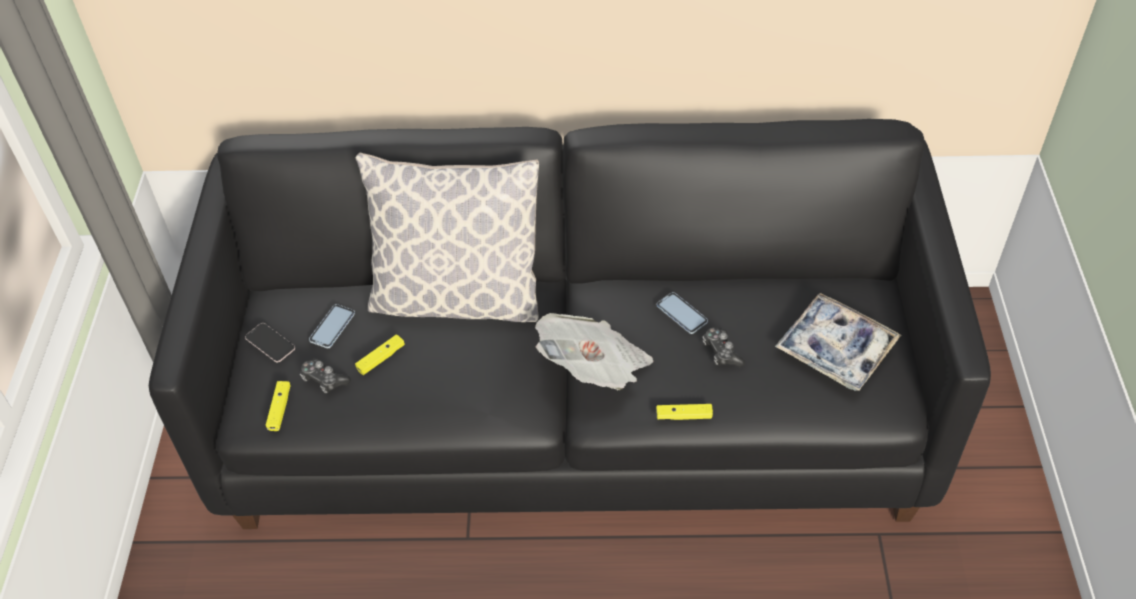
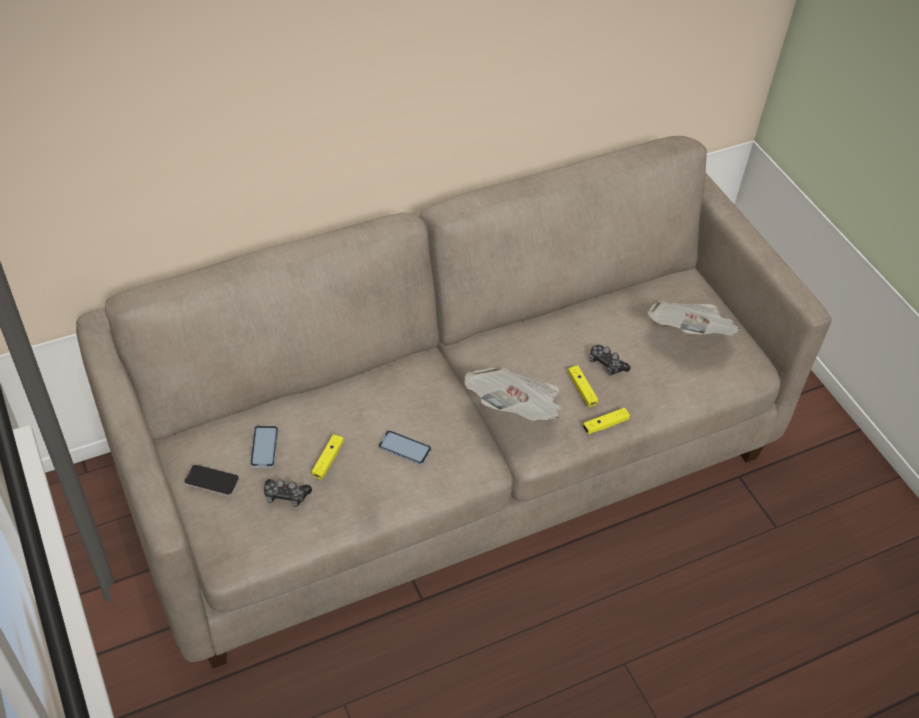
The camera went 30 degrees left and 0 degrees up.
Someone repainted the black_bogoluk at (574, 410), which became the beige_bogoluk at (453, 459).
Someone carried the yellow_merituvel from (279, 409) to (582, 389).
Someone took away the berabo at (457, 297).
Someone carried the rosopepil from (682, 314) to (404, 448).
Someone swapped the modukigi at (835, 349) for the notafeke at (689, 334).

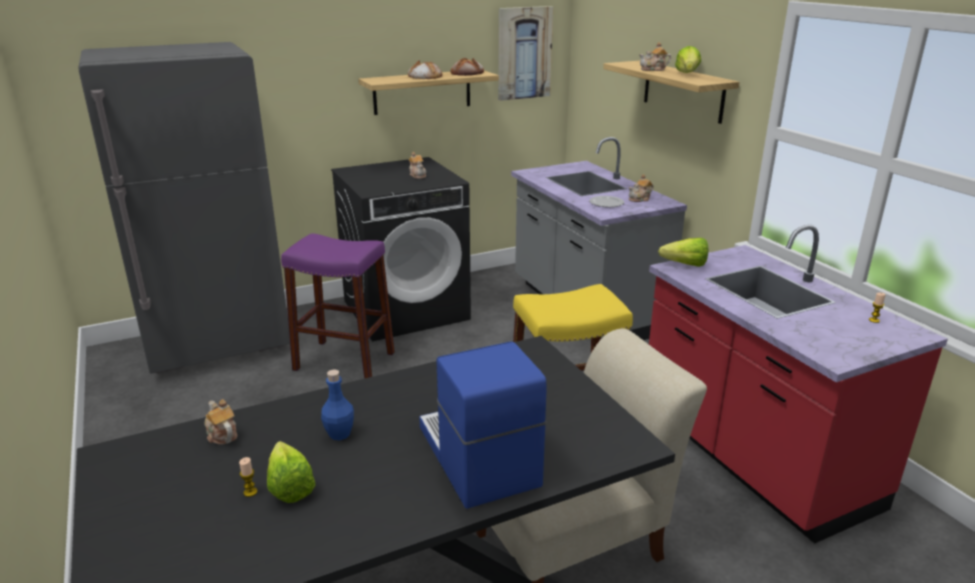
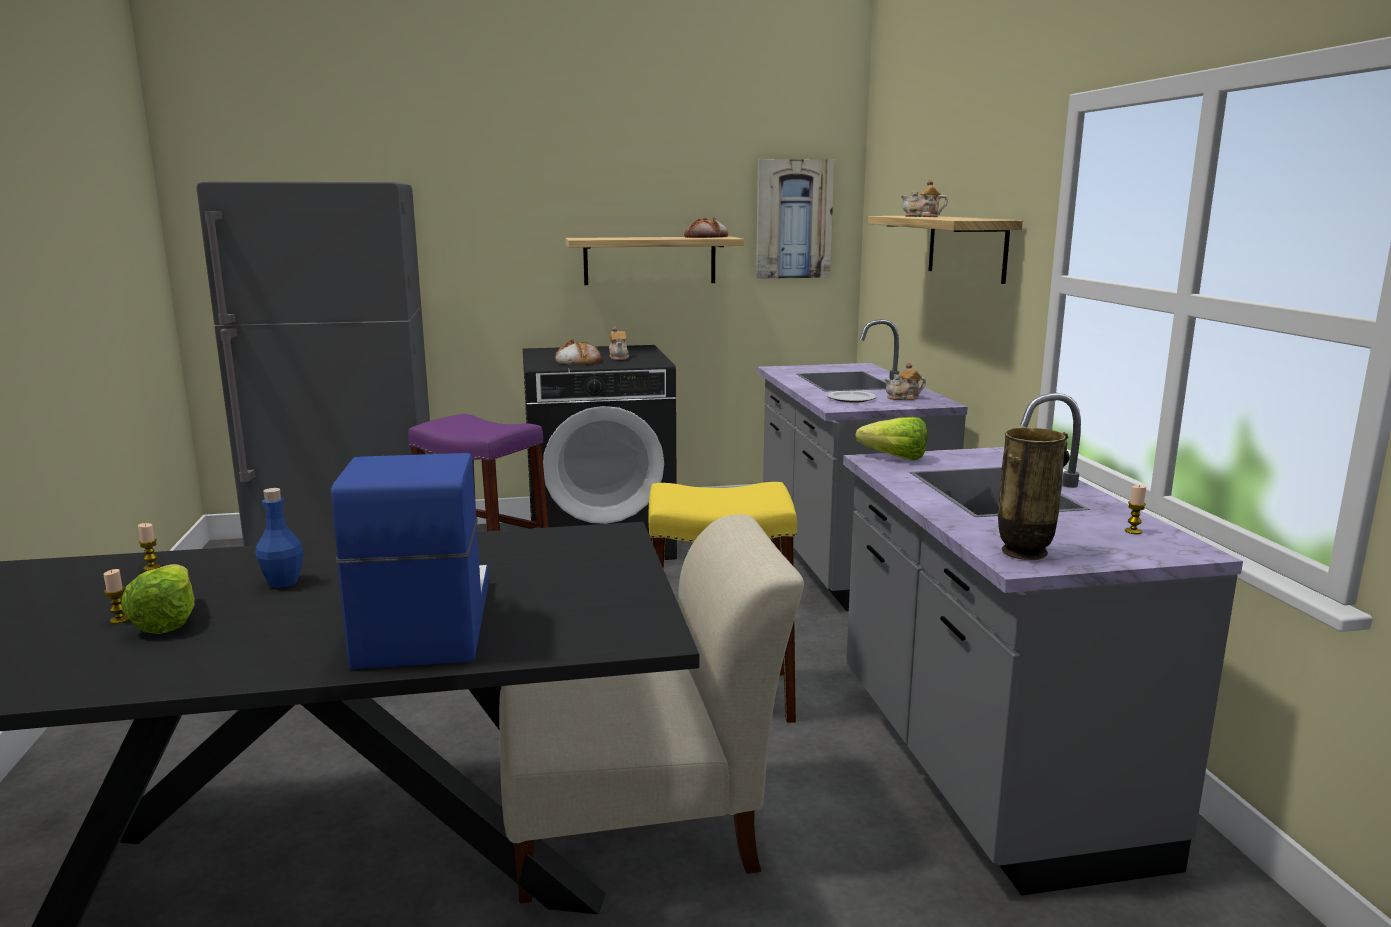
The camera went 15 degrees right and 10 degrees down.
Someone swapped the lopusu at (221, 434) for the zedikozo at (152, 567).
Someone carried the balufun from (424, 76) to (577, 361).
Someone repainted the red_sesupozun at (752, 458), which became the grey_sesupozun at (984, 768).
Someone took away the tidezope at (687, 74).
Someone put down the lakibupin at (1024, 553).

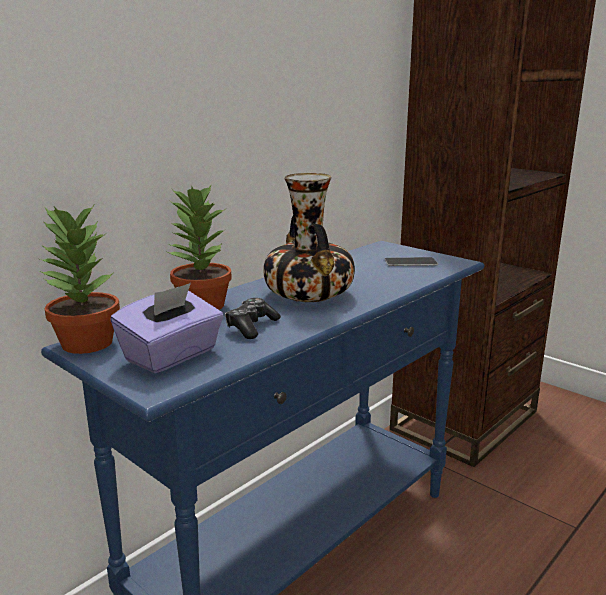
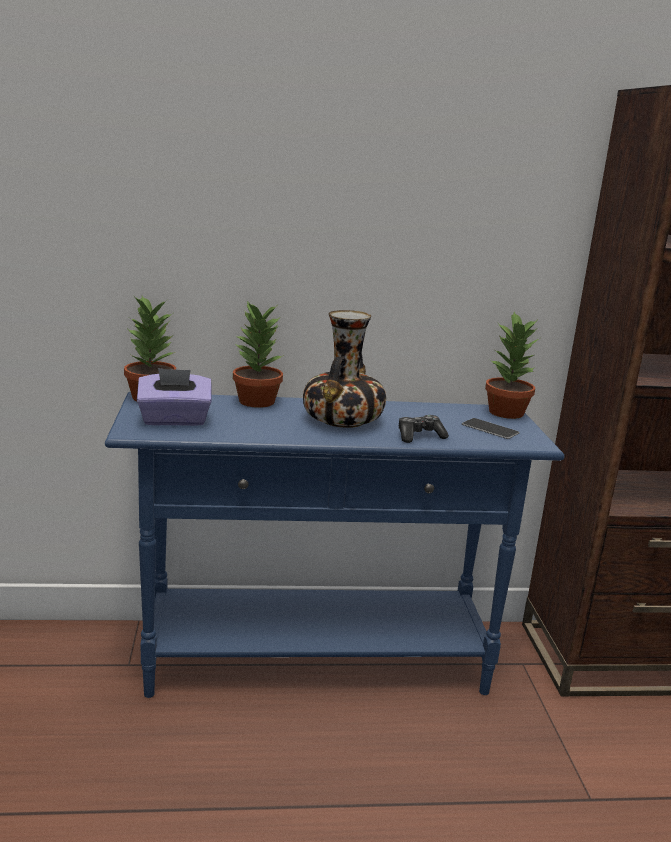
The camera went 40 degrees right and 0 degrees up.
Someone carried the merituvel from (251, 327) to (419, 436).
Someone put down the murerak at (506, 412).

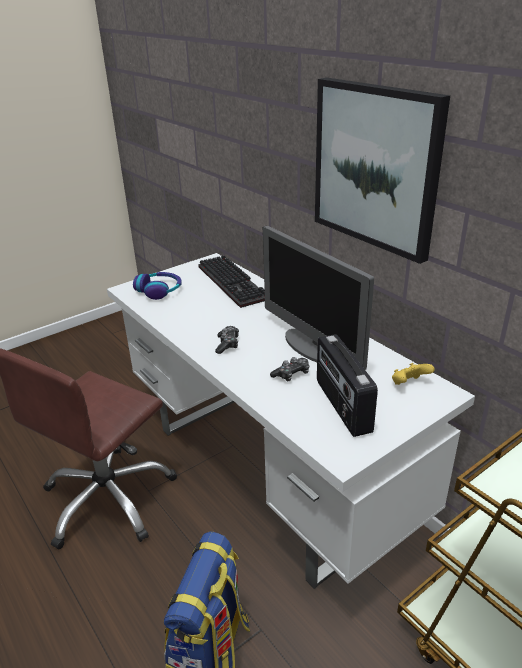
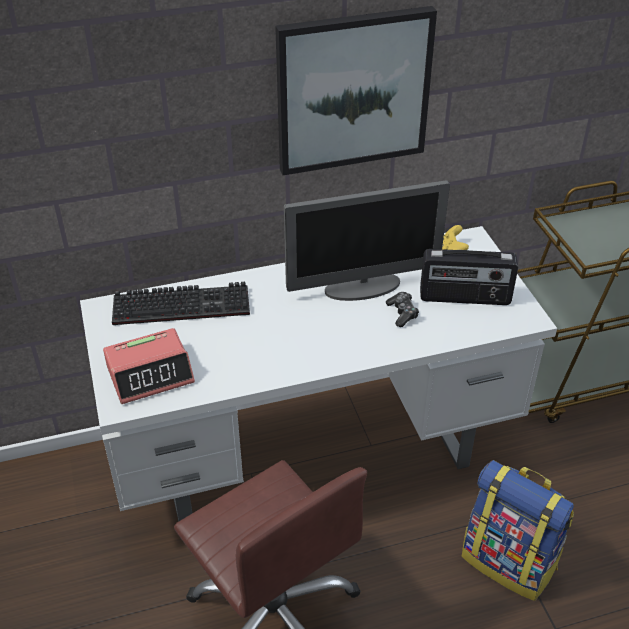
The camera went 70 degrees left and 10 degrees up.
Someone swapped the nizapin at (159, 290) for the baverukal at (150, 374).
Someone took away the merituvel at (227, 344).

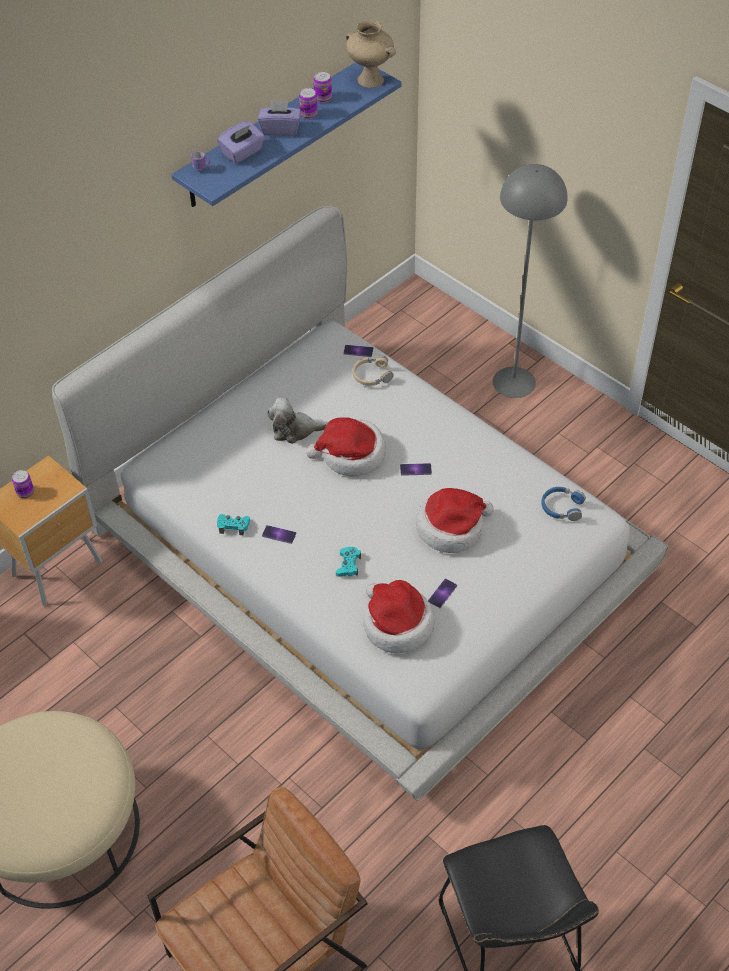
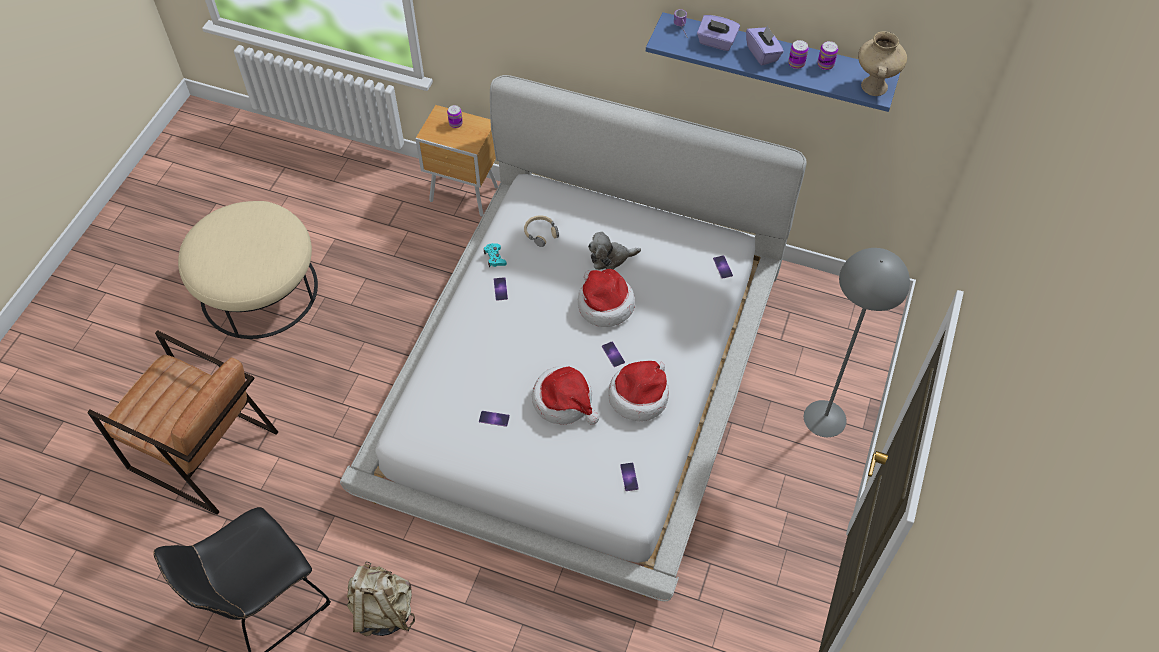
The camera went 65 degrees right and 5 degrees up.
Someone rotated the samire at (295, 430) by 75 degrees counterclockwise.
Someone took away the turquoise_merituvel at (348, 565).
Someone carried the beige_nizapin from (372, 375) to (541, 233).
Someone carried the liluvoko from (396, 624) to (639, 395).
Someone swapped the blue_nizapin at (562, 507) for the rosopepil at (629, 477).
Someone put down the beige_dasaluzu at (382, 610).

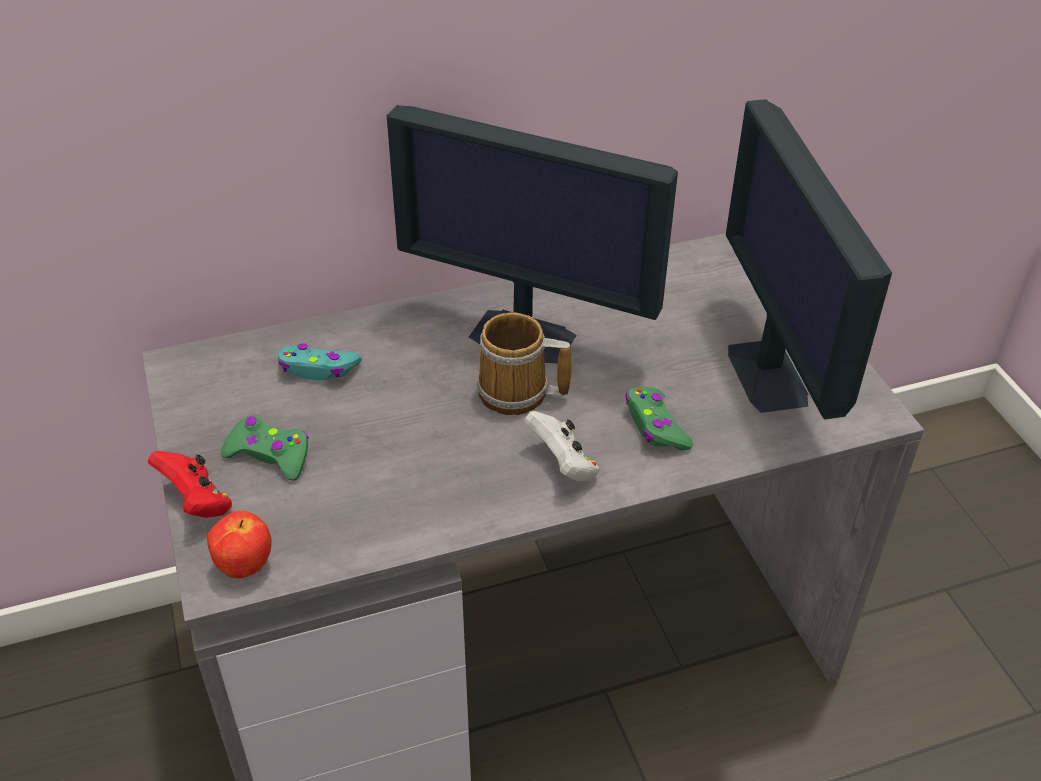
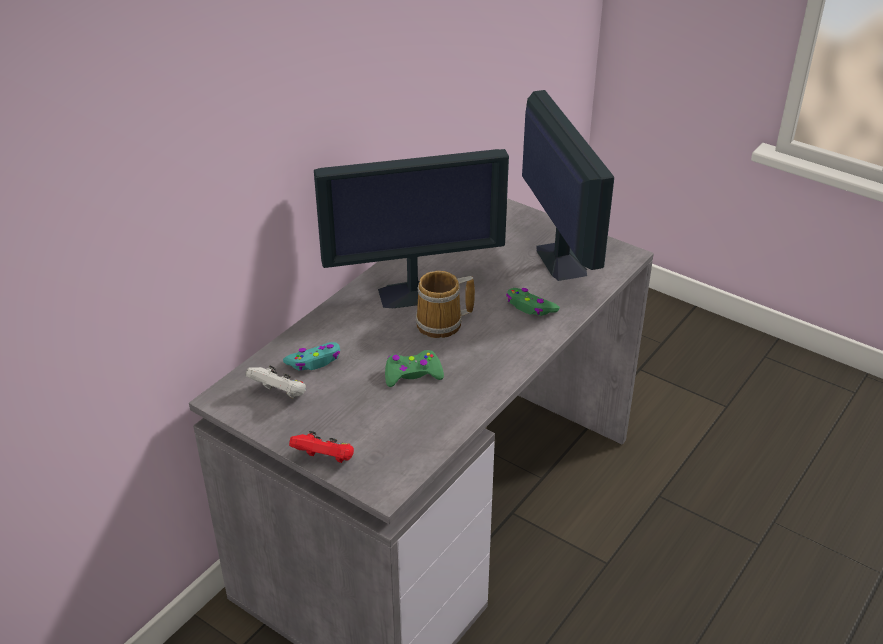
The camera went 35 degrees left and 5 degrees down.
Someone took away the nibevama at (245, 566).
Someone carried the green_merituvel from (270, 455) to (412, 374).
Someone carried the white_merituvel from (563, 465) to (280, 394).
Someone rotated the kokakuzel at (768, 376) by 150 degrees counterclockwise.

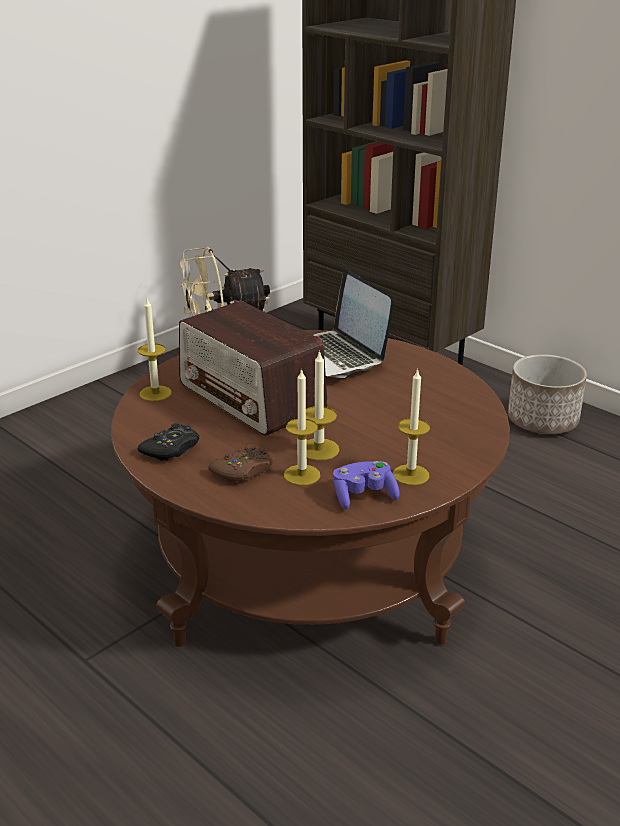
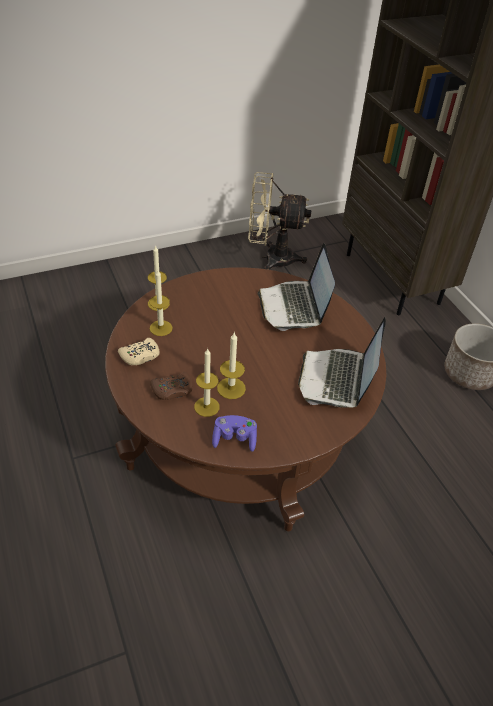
The camera went 20 degrees right and 15 degrees up.
Someone repainted the black_merituvel at (171, 449), which became the beige_merituvel at (140, 356).
Someone took away the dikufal at (252, 397).
Someone carried the zedikozo from (411, 475) to (161, 328).
Someone put down the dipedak at (337, 379).

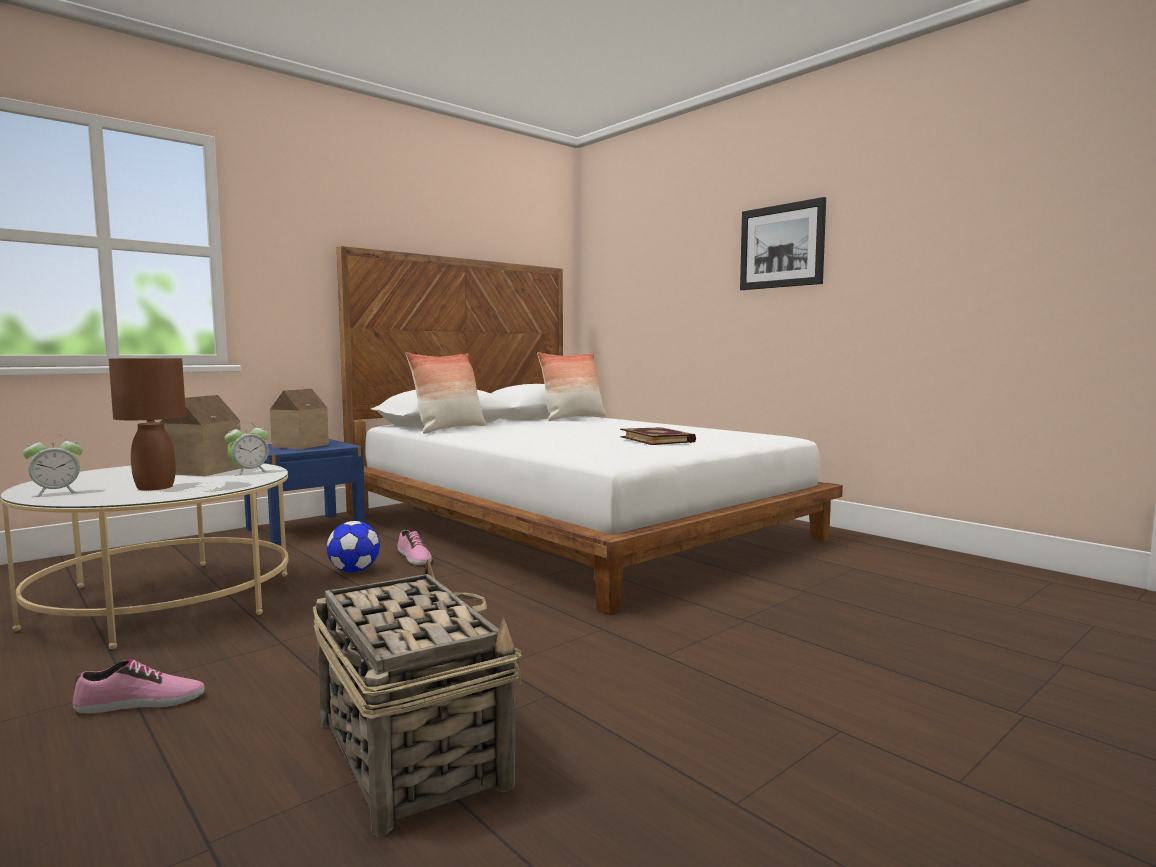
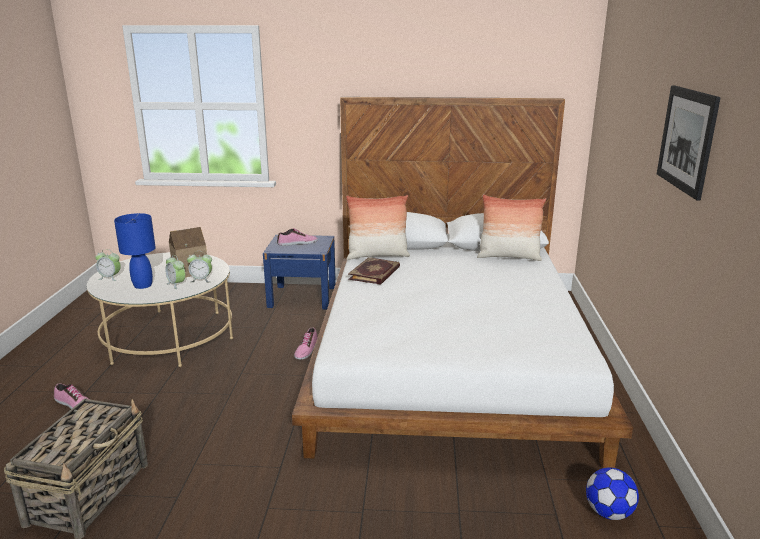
The camera went 45 degrees right and 15 degrees up.
Someone repainted the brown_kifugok at (154, 487), which became the blue_kifugok at (142, 285).
Someone swapped the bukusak at (298, 446) for the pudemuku at (297, 243).
Someone carried the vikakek from (354, 571) to (608, 512).
Someone carried the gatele from (657, 439) to (375, 273).
Someone put down the baverukal at (176, 284).

